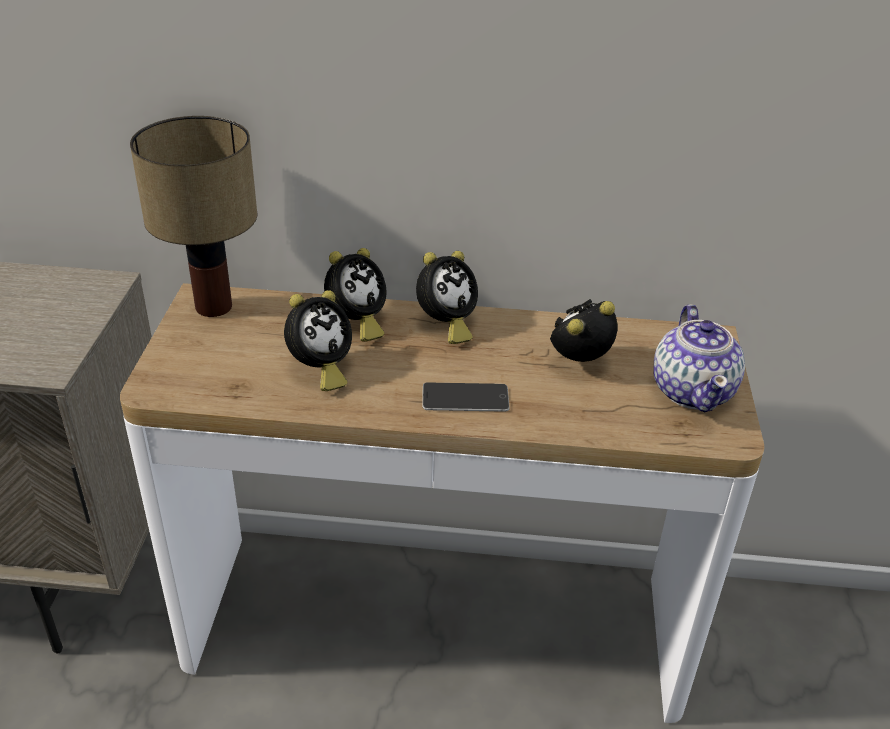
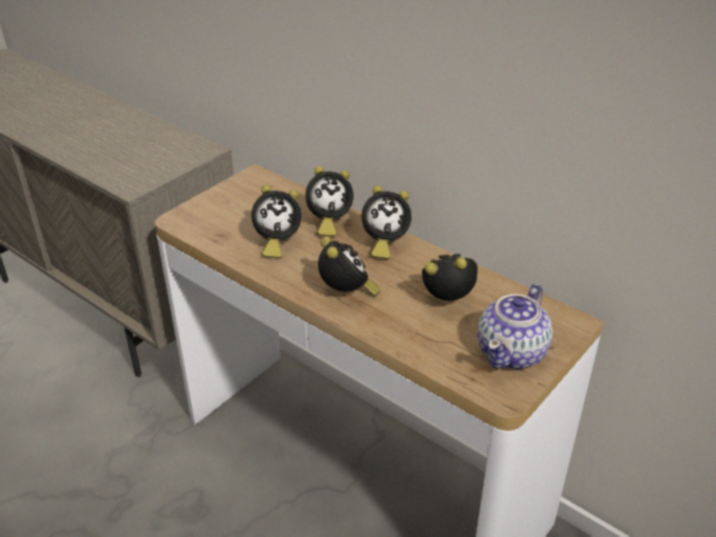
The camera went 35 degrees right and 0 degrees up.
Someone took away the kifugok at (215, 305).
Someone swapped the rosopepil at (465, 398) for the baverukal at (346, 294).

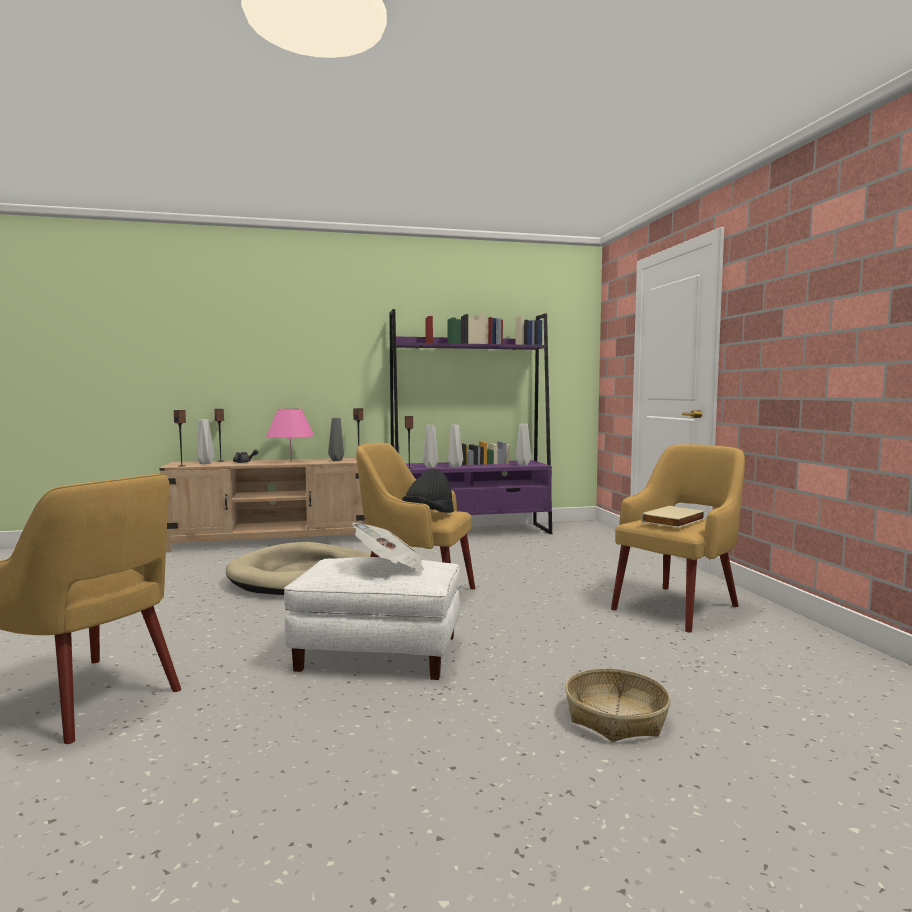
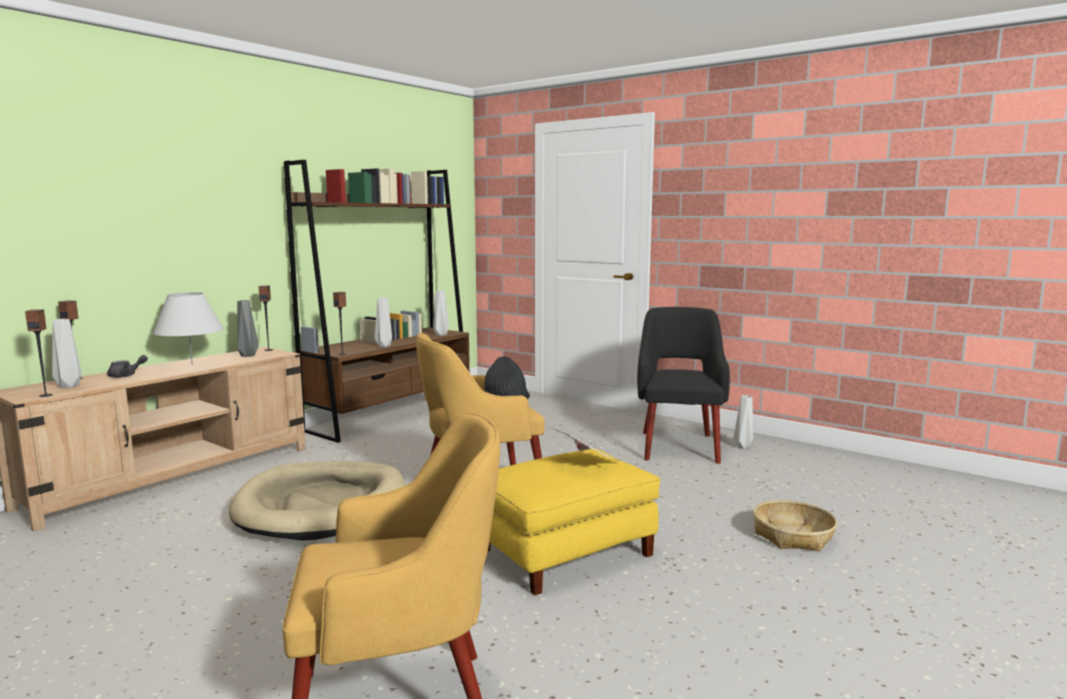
The camera went 40 degrees left and 5 degrees up.
Someone repainted the pink_kifugok at (291, 461), which became the white_kifugok at (192, 365).
Someone repainted the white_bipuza at (379, 652), which became the yellow_bipuza at (565, 552).
Someone repainted the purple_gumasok at (471, 532), which became the brown_gumasok at (392, 415).
Someone carried the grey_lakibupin from (430, 467) to (743, 447).
Someone repainted the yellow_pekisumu at (678, 606), which became the black_pekisumu at (679, 445).
Someone took away the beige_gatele at (674, 521).

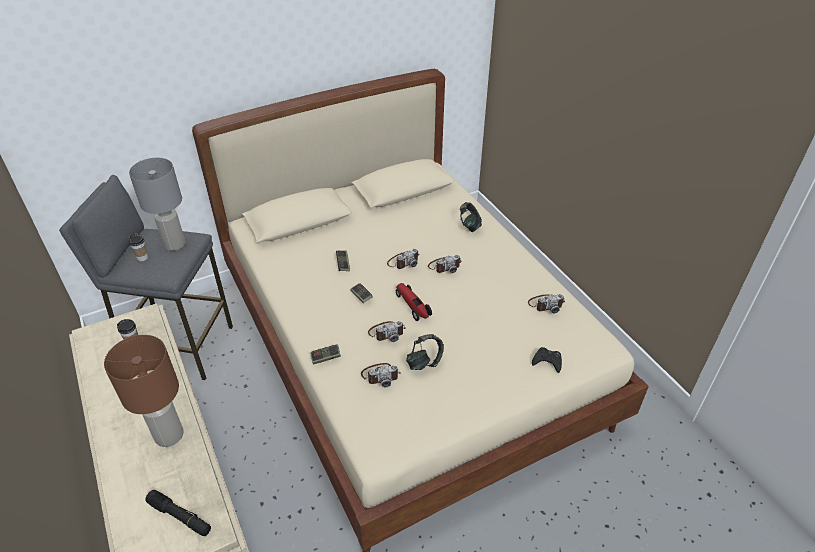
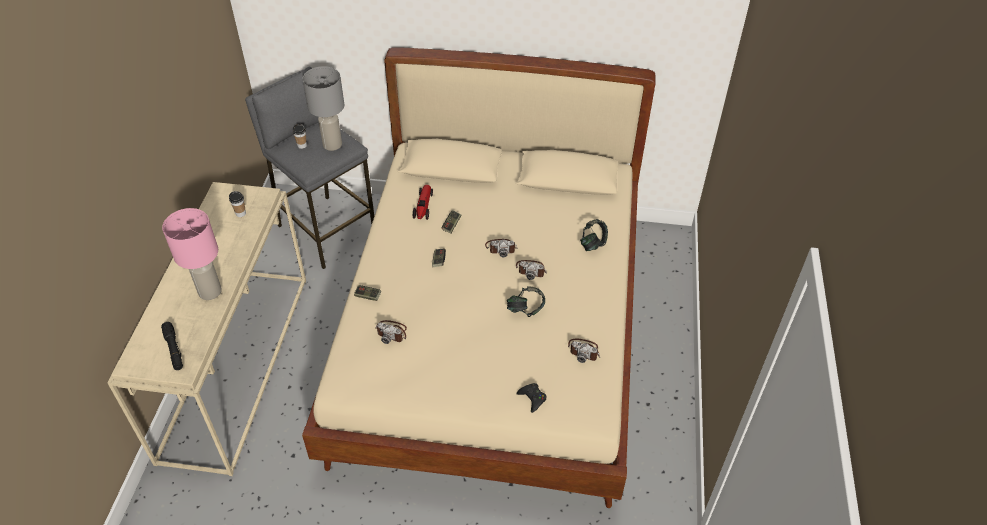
The camera went 35 degrees right and 5 degrees up.
Someone repainted the brown_kifugok at (169, 435), which became the pink_kifugok at (210, 292).
Someone took away the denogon at (386, 332).
Someone carried the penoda from (413, 306) to (423, 206).
Someone carried the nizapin from (424, 362) to (525, 309).

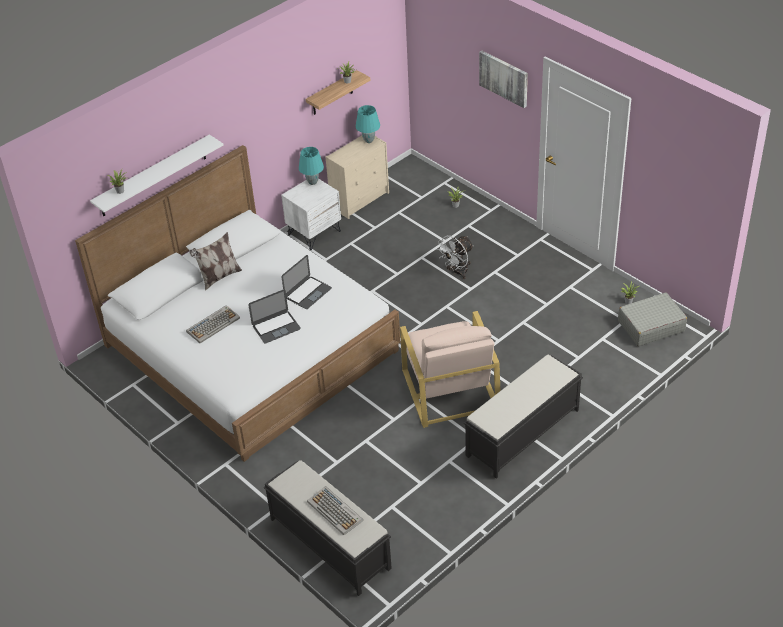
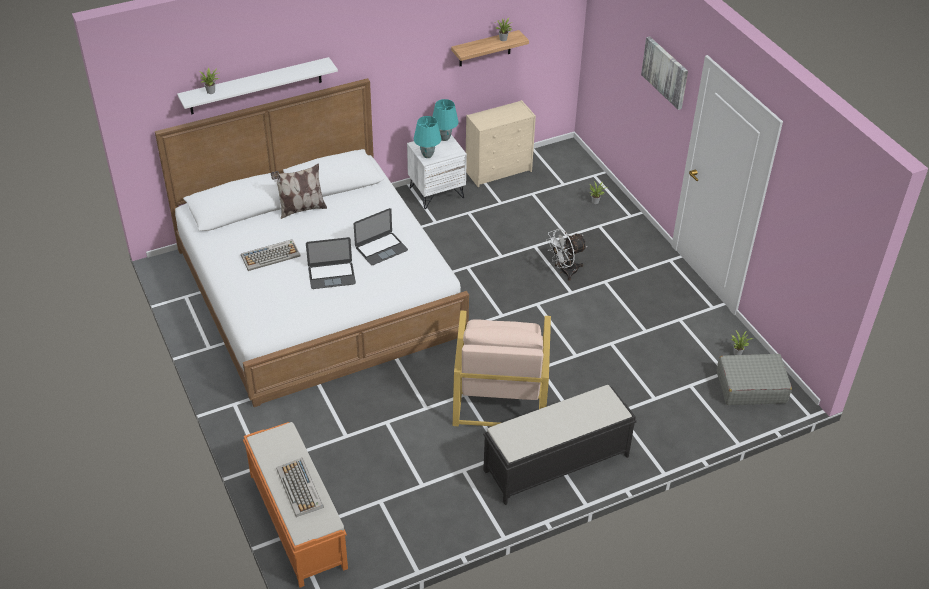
The camera went 15 degrees right and 0 degrees up.
Someone repainted the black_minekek at (329, 543), which became the orange_minekek at (297, 520).
Someone carried the turquoise_kifugok from (368, 141) to (427, 155).

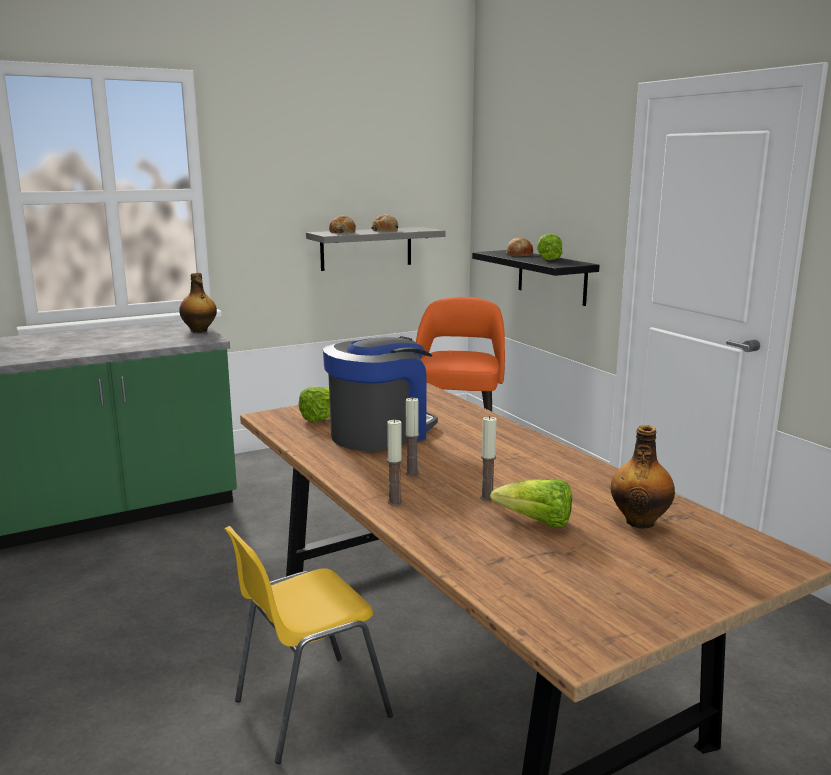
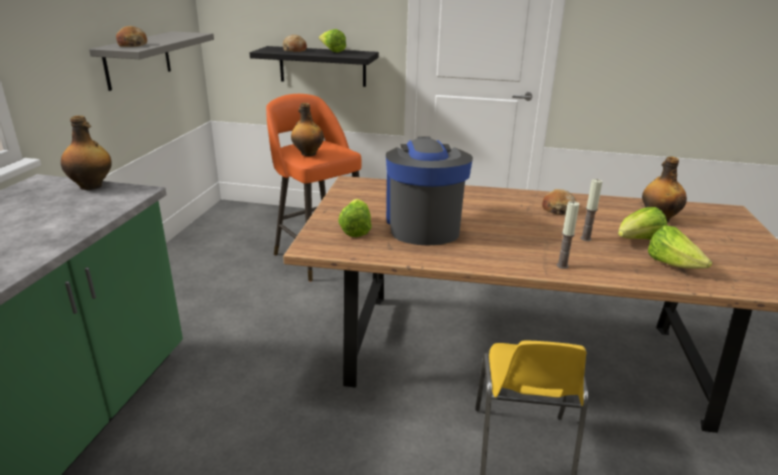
The camera went 50 degrees left and 10 degrees up.
Someone carried the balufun from (385, 230) to (558, 209).
Someone took away the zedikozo at (412, 473).
Someone put down the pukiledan at (308, 154).
Someone put down the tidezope at (672, 265).

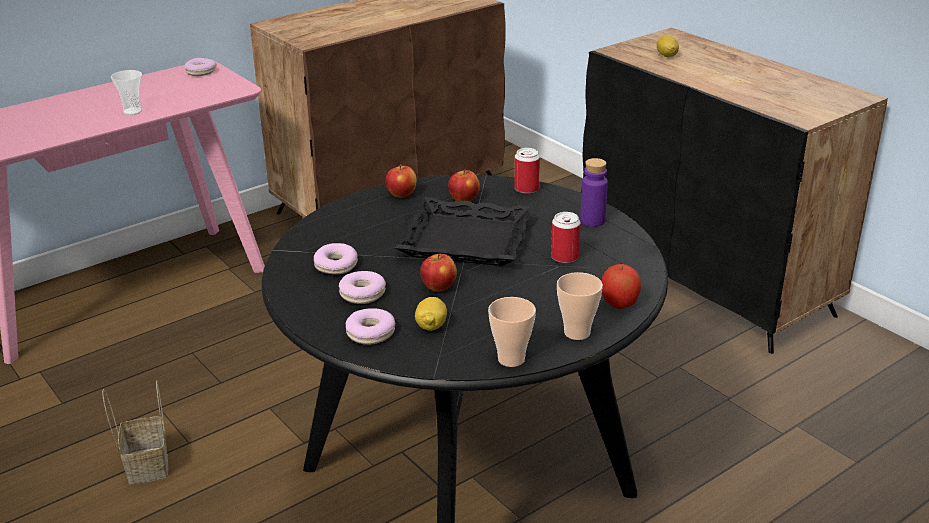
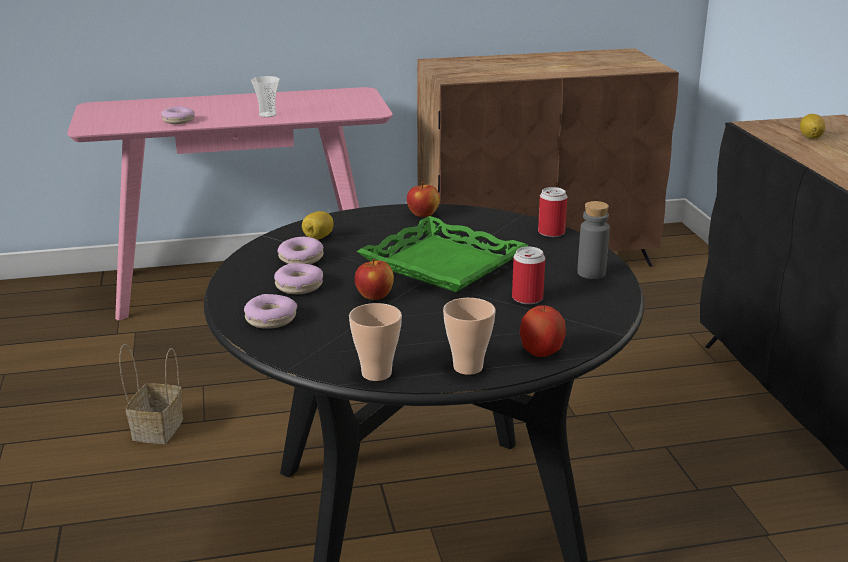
The camera went 25 degrees right and 5 degrees down.
Someone carried the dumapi from (201, 72) to (178, 121).
Someone repainted the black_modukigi at (466, 240), which became the green_modukigi at (444, 263).
Someone carried the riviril from (431, 326) to (318, 238).
Someone took away the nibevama at (464, 200).
Someone repainted the purple_pukiledan at (592, 221), which became the grey_pukiledan at (591, 273).

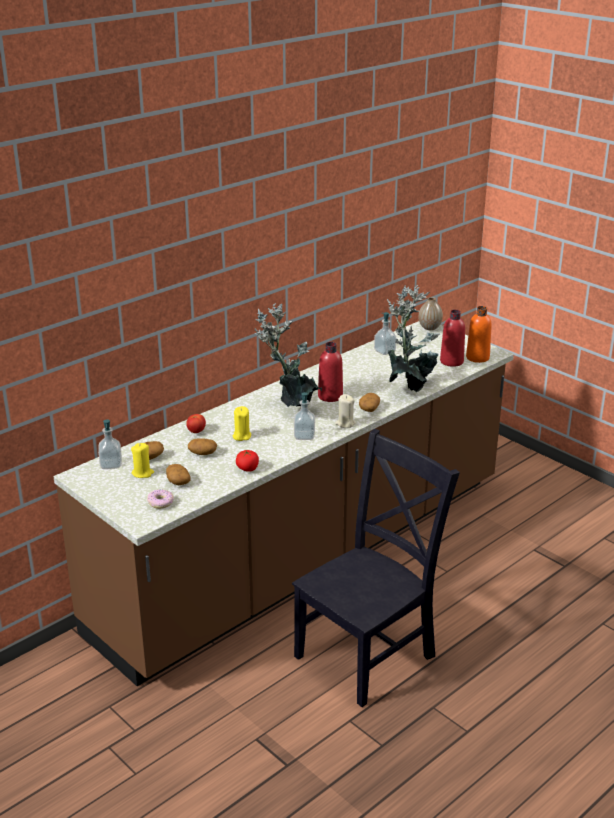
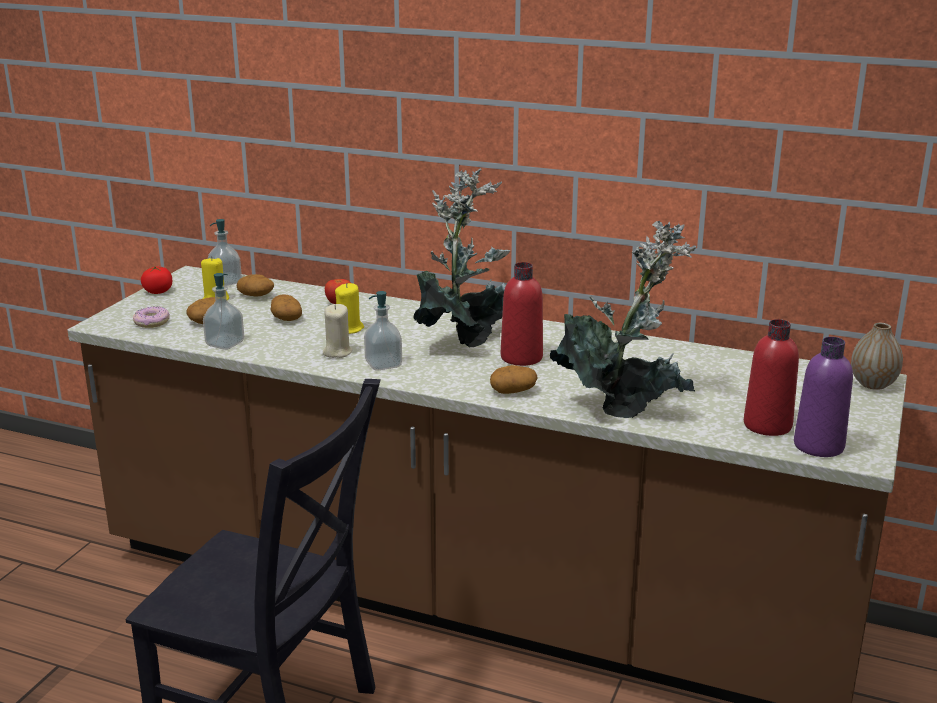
The camera went 65 degrees right and 5 degrees down.
Someone carried the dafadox from (247, 468) to (158, 291).
Someone carried the beige_zedikozo from (345, 423) to (337, 352).
Someone carried the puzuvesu from (384, 351) to (225, 344).
Someone repainted the orange_pukiledan at (477, 357), which became the purple_pukiledan at (818, 446).

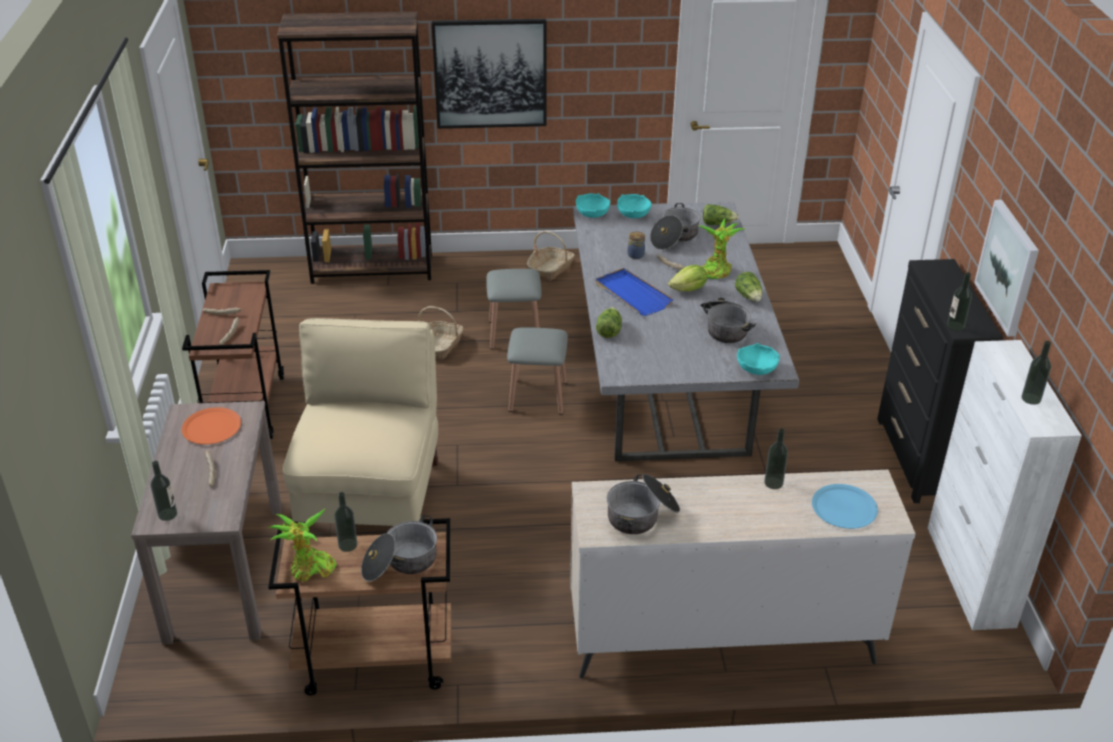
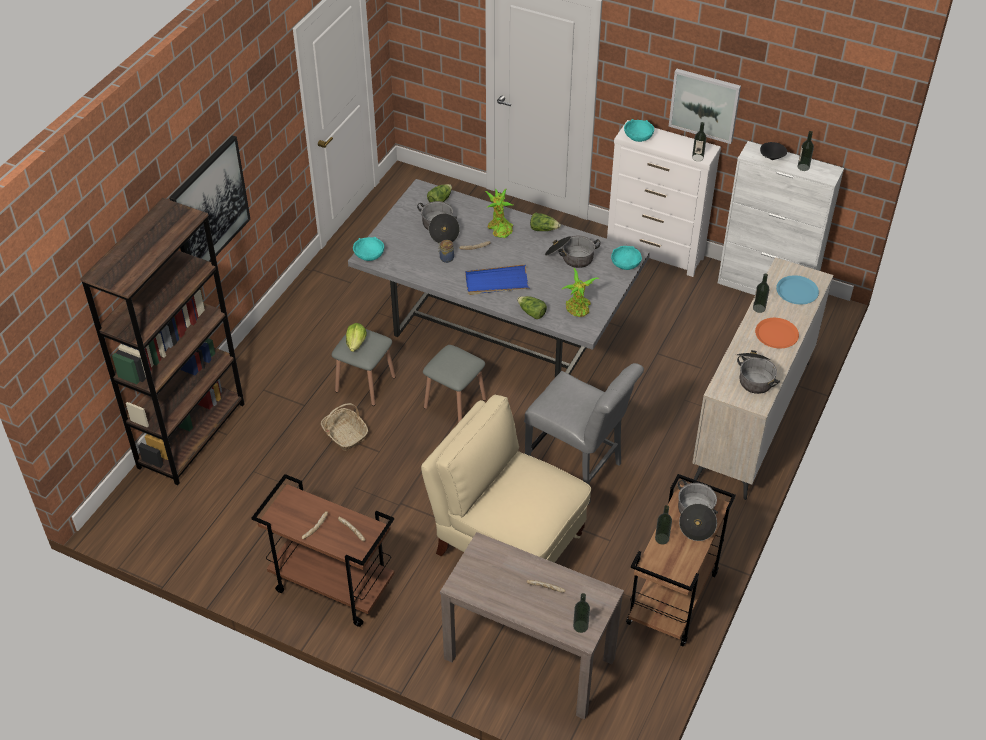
The camera went 60 degrees left and 10 degrees up.
Someone carried the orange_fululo from (211, 427) to (776, 334).
Someone carried the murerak from (309, 570) to (578, 309).
Someone took away the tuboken at (550, 269).
Someone carried the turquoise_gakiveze from (633, 214) to (638, 137).
Someone carried the tidezope from (689, 290) to (356, 344).
Someone repainted the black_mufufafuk at (916, 459), which became the white_mufufafuk at (655, 254).
Someone put down the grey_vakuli at (577, 470).
Someone put down the black_gakiveze at (771, 158).

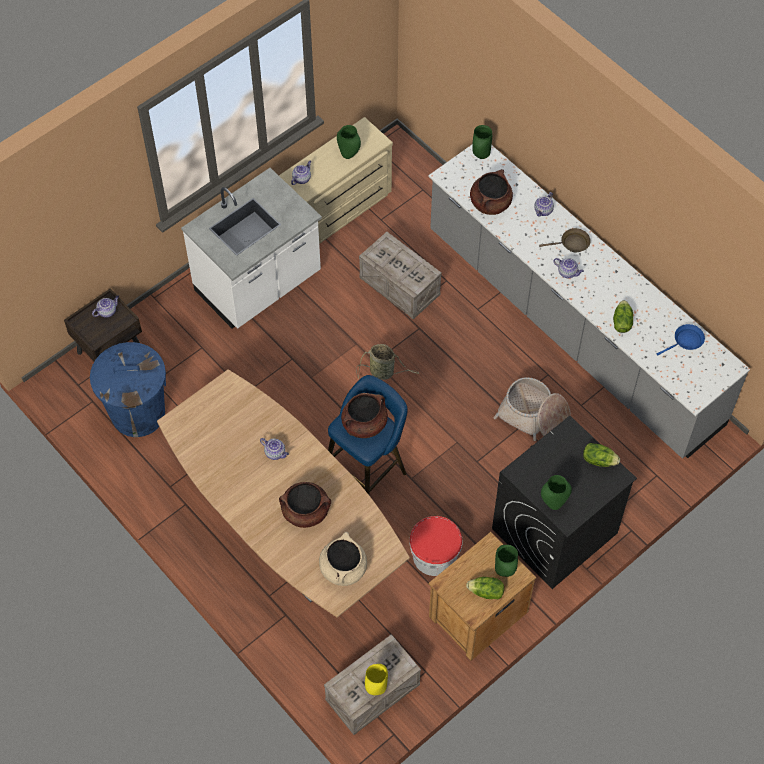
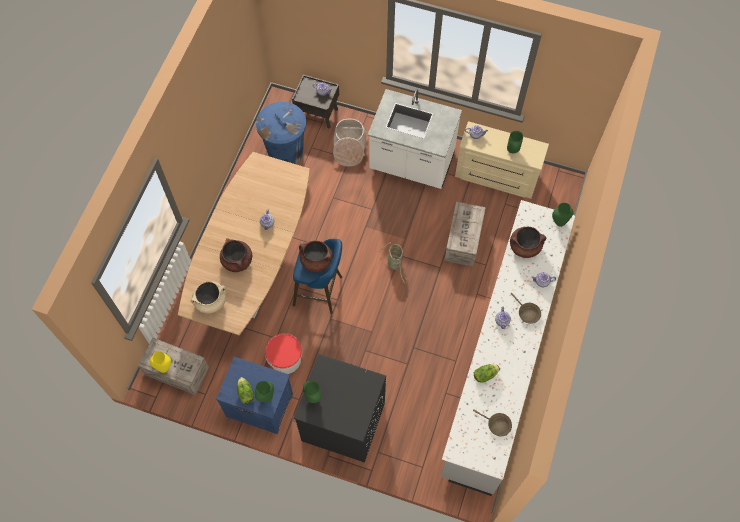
The camera went 60 degrees right and 5 degrees up.
Someone repainted the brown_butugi at (476, 614), which became the blue_butugi at (259, 404).
Someone carried the tuboken from (533, 416) to (349, 147).
Someone took away the tidezope at (599, 460).
Someone repainted the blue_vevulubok at (686, 341), which became the brown_vevulubok at (497, 424).

